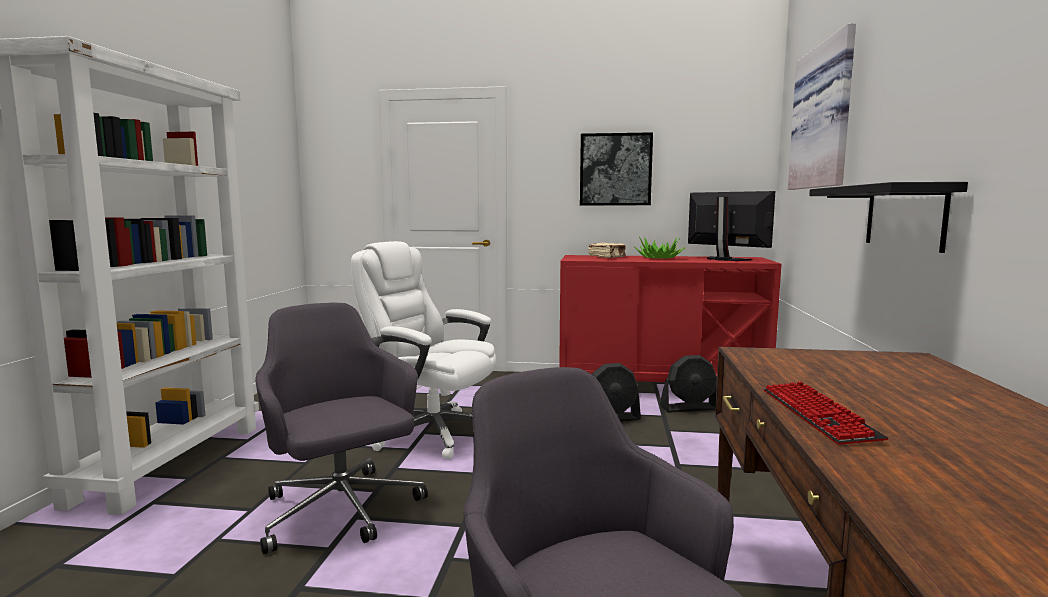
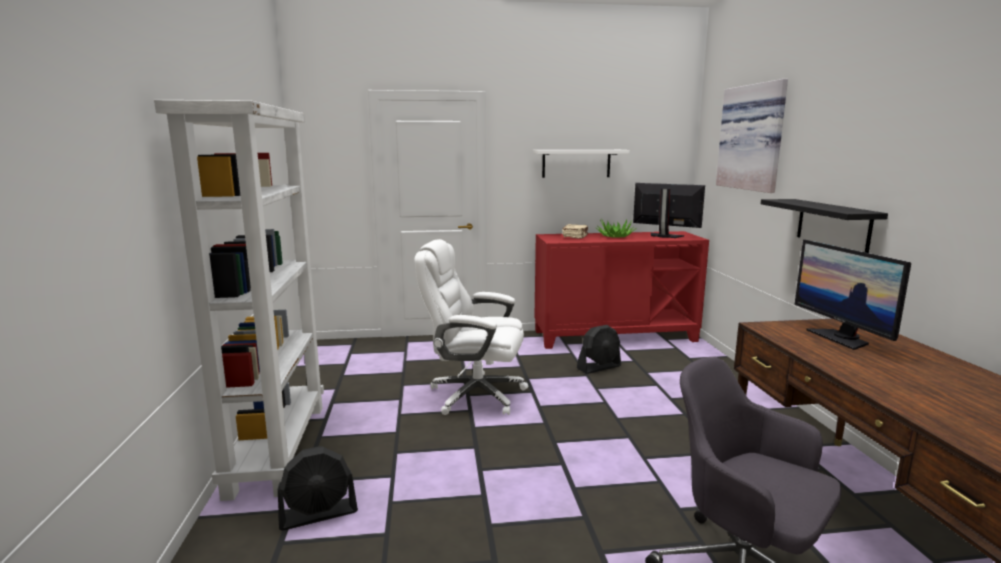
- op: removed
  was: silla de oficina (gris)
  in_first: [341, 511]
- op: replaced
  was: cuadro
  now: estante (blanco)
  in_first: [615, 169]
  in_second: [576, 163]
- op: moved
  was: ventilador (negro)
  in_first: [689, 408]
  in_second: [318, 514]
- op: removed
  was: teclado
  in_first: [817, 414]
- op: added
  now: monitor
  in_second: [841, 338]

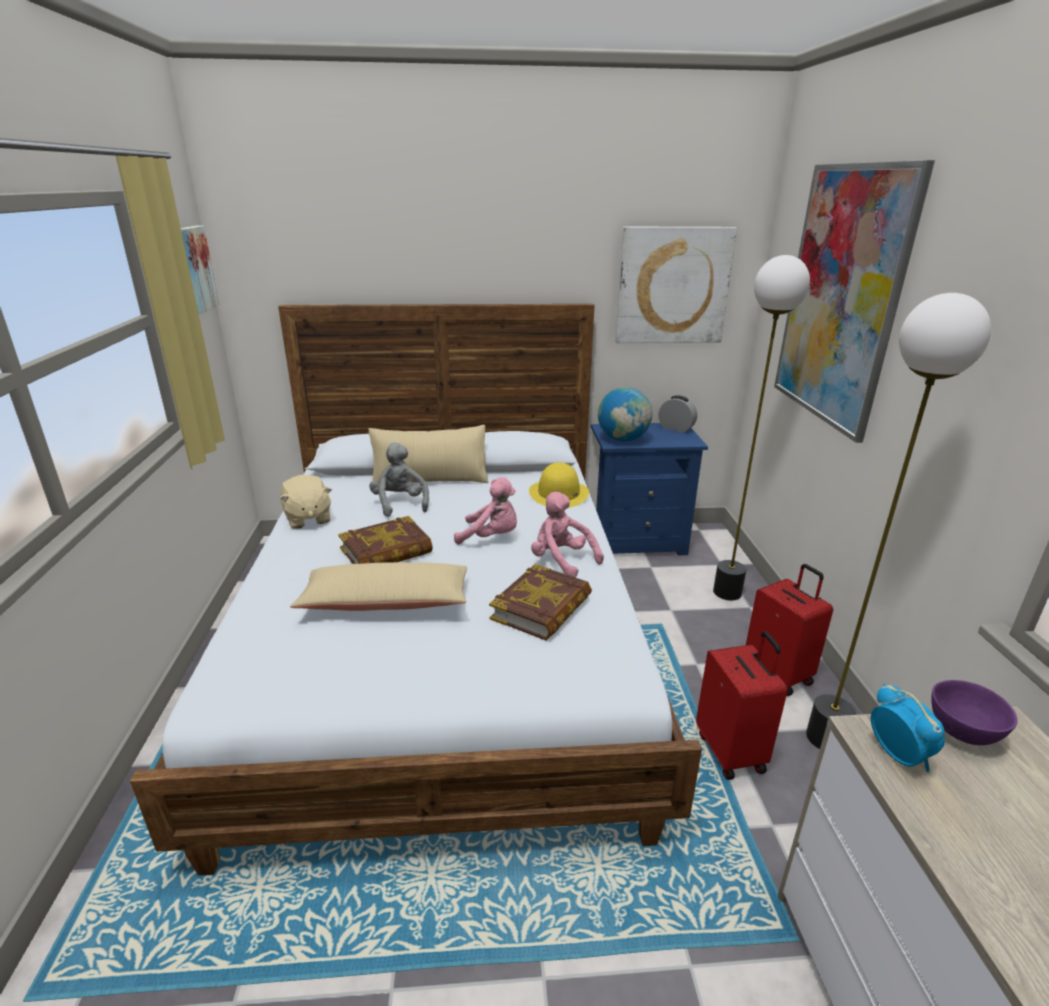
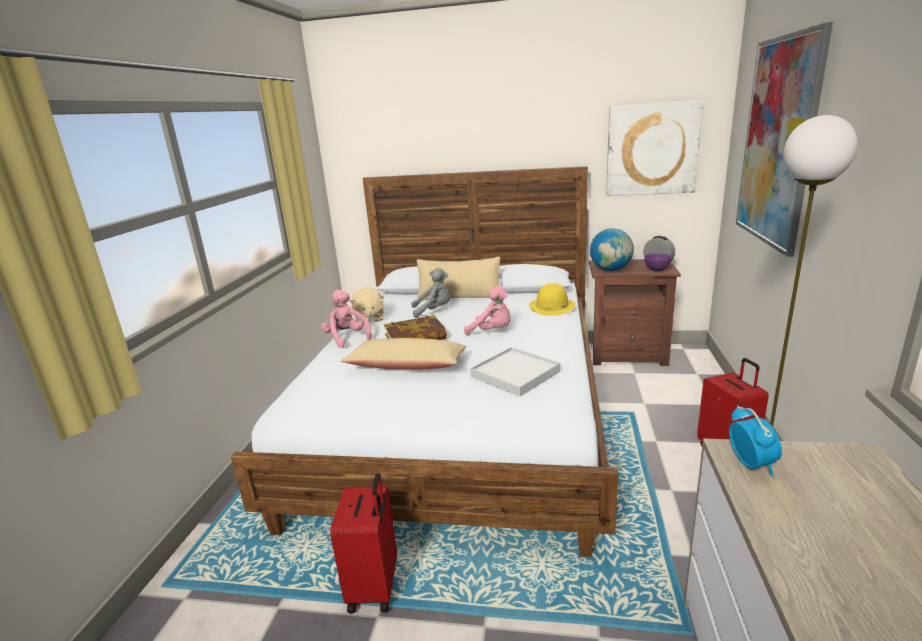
- op: removed
  was: cuadro
  in_first: [195, 269]
- op: turned
  was: peluche (gris)
  in_first: [400, 504]
  in_second: [433, 311]
  clockwise: 90
- op: replaced
  was: libro
  now: bandeja (blanco)
  in_first: [542, 608]
  in_second: [515, 374]
- op: moved
  was: peluche (rosa)
  in_first: [561, 561]
  in_second: [347, 338]
- op: recoloured
  was: mesita de noche (azul)
  now: mesita de noche (marrón)
  in_first: [637, 541]
  in_second: [627, 354]
- op: moved
  was: maleta (rojo)
  in_first: [731, 752]
  in_second: [375, 587]
- op: removed
  was: lámpara de pie
  in_first: [727, 592]
- op: moved
  was: cuenco (morado)
  in_first: [962, 734]
  in_second: [656, 270]

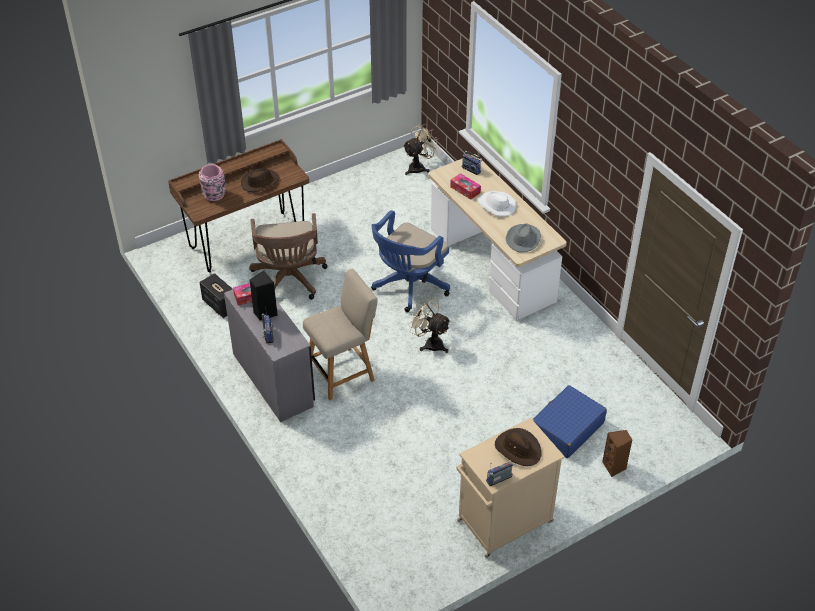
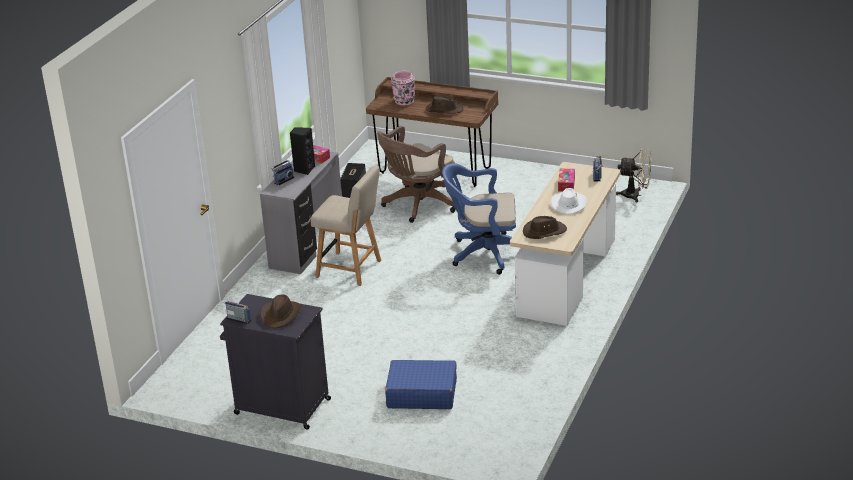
- op: removed
  was: ventilador (beis)
  in_first: [430, 343]
- op: recoloured
  was: armario (beis)
  now: armario (negro)
  in_first: [503, 522]
  in_second: [280, 406]
- op: recoloured
  was: sombrero (gris)
  now: sombrero (marrón)
  in_first: [523, 239]
  in_second: [544, 231]
- op: removed
  was: altavoz (marrón)
  in_first: [614, 467]

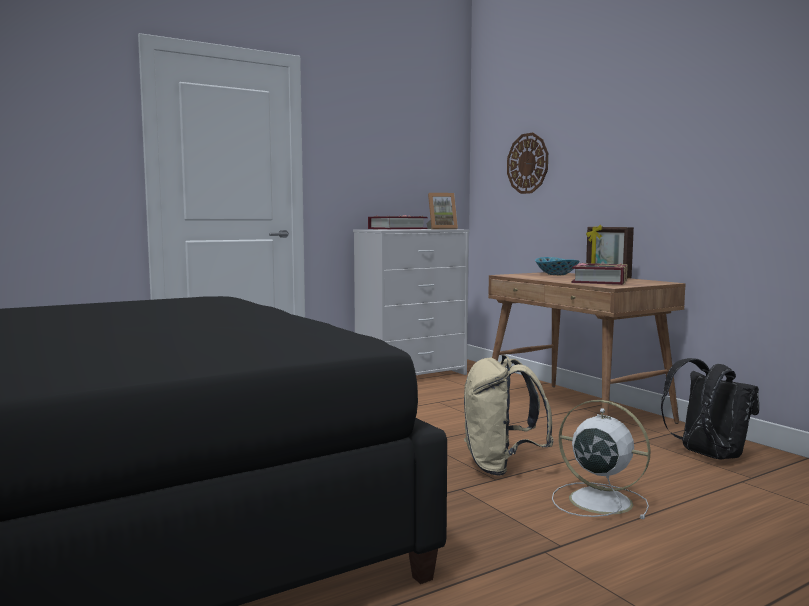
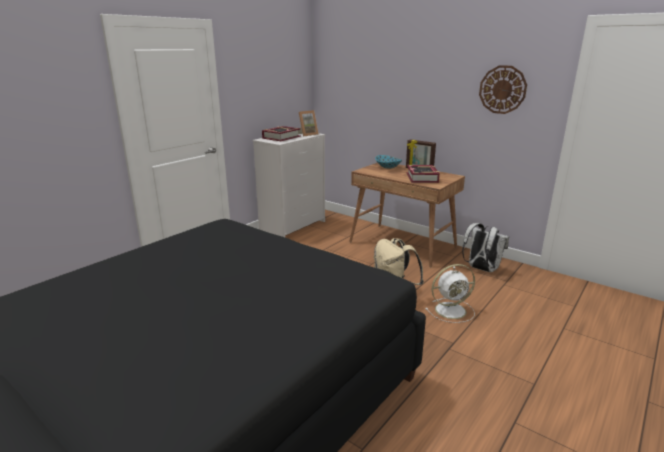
- op: moved
  was: reloj de pared
  in_first: [527, 163]
  in_second: [502, 89]
- op: turned
  was: ventilador (blanco)
  in_first: [597, 500]
  in_second: [451, 310]
  clockwise: 150
- op: recoloured
  was: mochila (negro)
  now: mochila (blanco)
  in_first: [707, 455]
  in_second: [481, 269]

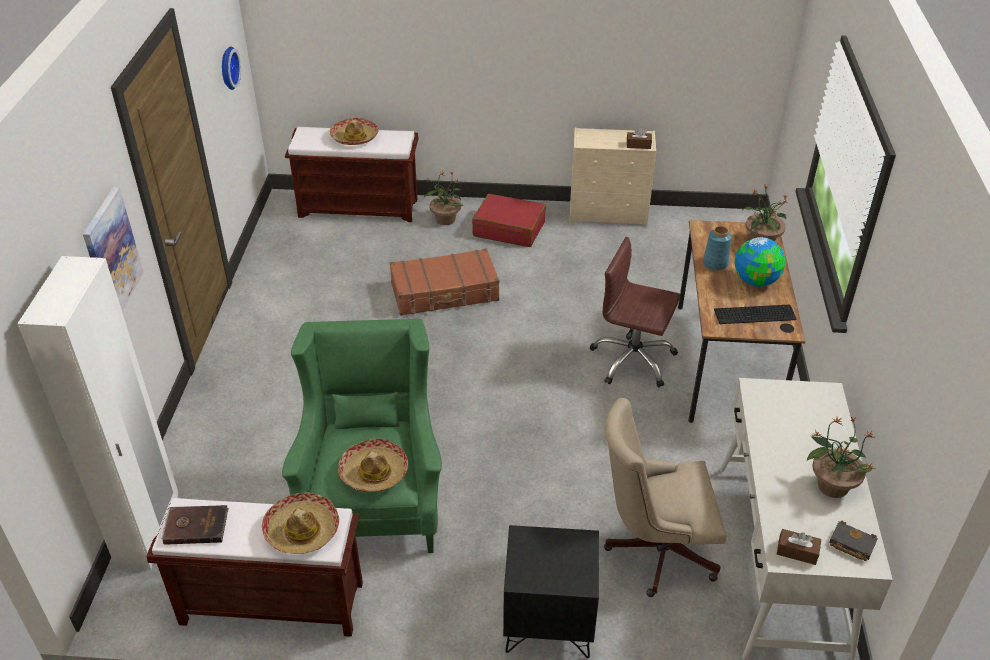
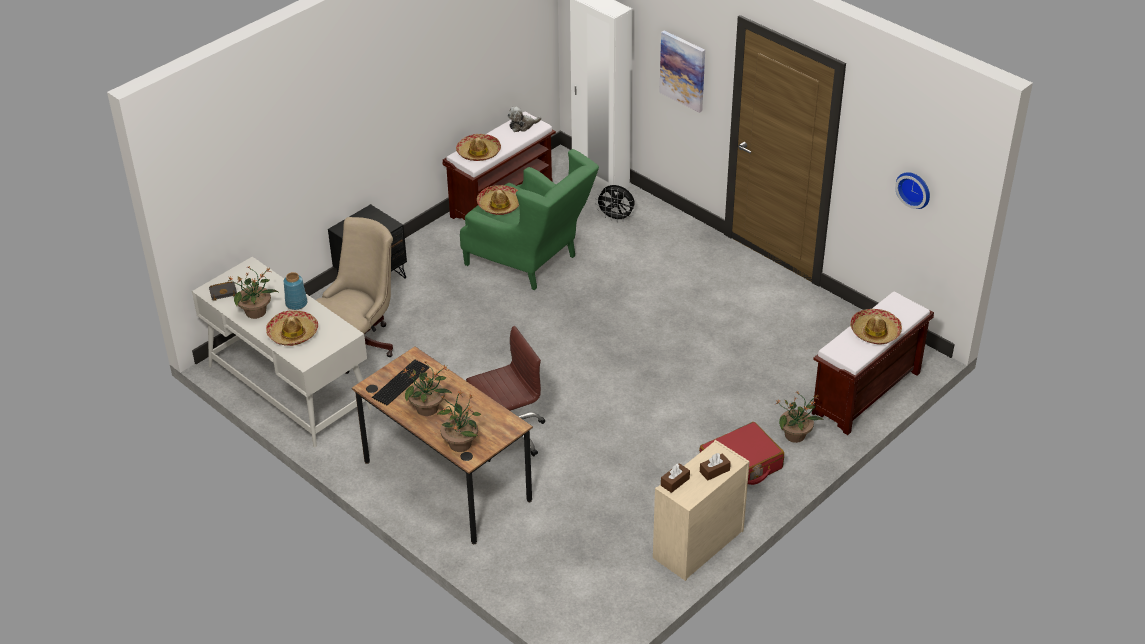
- op: replaced
  was: libro (marrón)
  now: peluche
  in_first: [196, 526]
  in_second: [522, 125]
- op: removed
  was: maleta (marrón)
  in_first: [445, 292]
- op: moved
  was: florero (azul)
  in_first: [714, 263]
  in_second: [297, 303]
- op: replaced
  was: globo terráqueo
  now: planta en maceta
  in_first: [756, 281]
  in_second: [428, 408]
- op: moved
  was: caja de pañuelos (marrón)
  in_first: [797, 552]
  in_second: [714, 471]
- op: added
  now: sombrero
  in_second: [293, 333]
- op: added
  now: ventilador (negro)
  in_second: [616, 218]

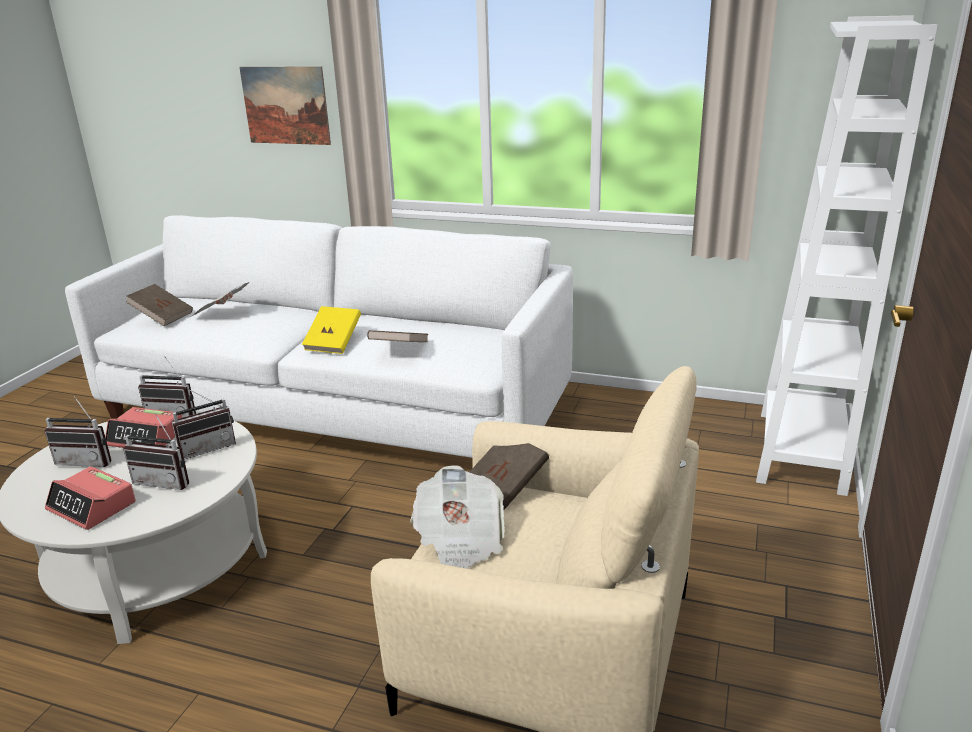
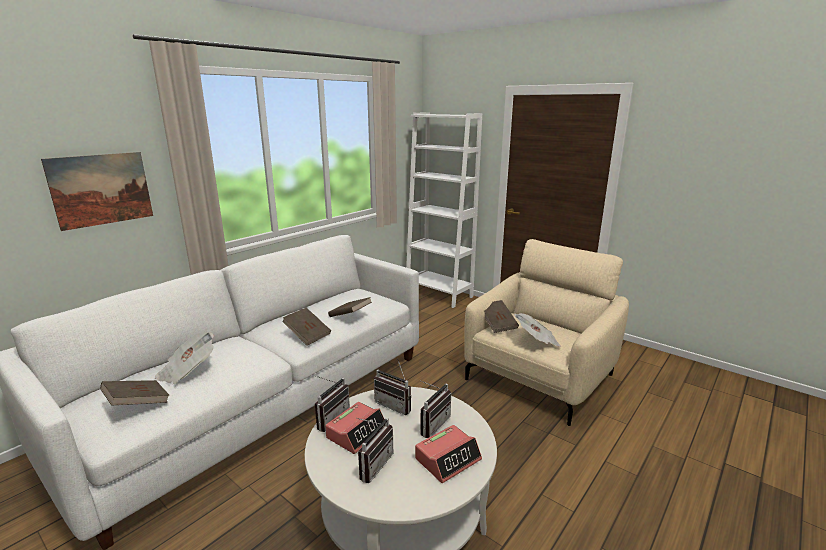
- op: turned
  was: radio
  in_first: [207, 447]
  in_second: [395, 405]
  clockwise: 135
- op: recoloured
  was: libro (amarillo)
  now: libro (marrón)
  in_first: [334, 343]
  in_second: [307, 335]

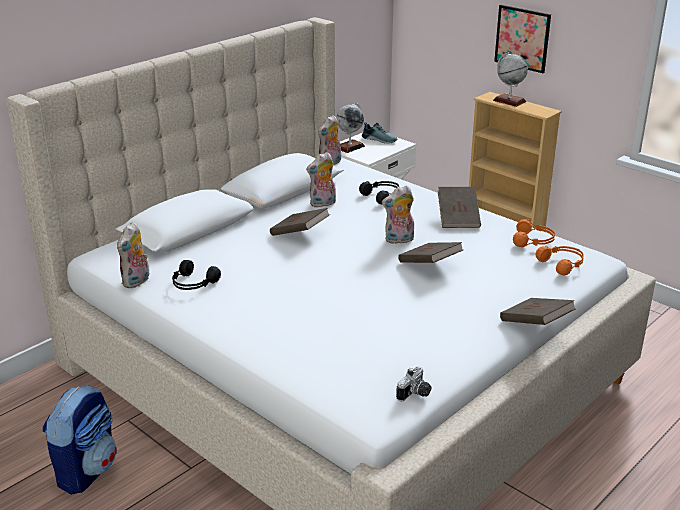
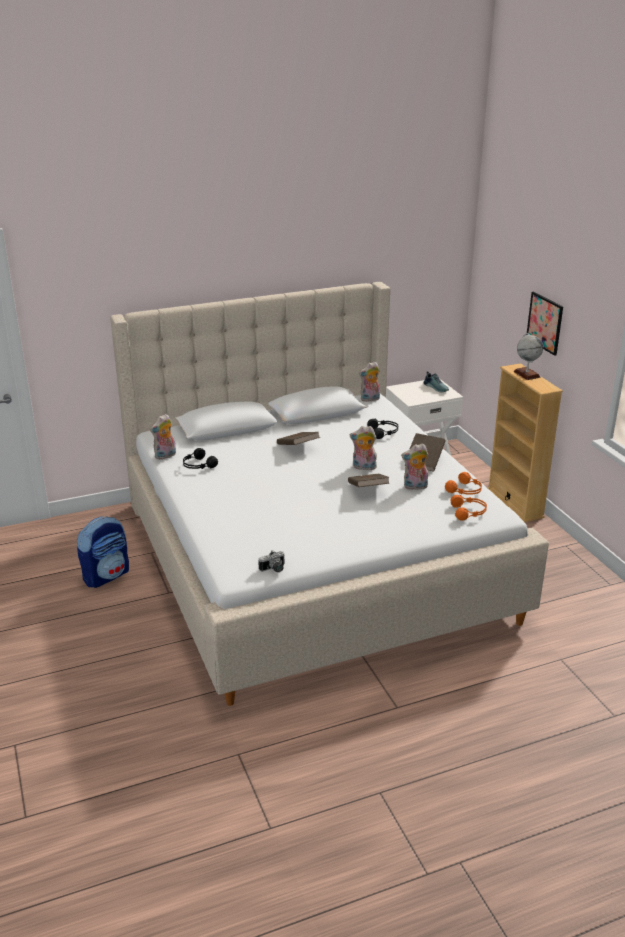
- op: moved
  was: peluche
  in_first: [323, 204]
  in_second: [415, 487]
- op: removed
  was: globo terráqueo
  in_first: [350, 147]
- op: removed
  was: libro (marrón)
  in_first: [535, 324]

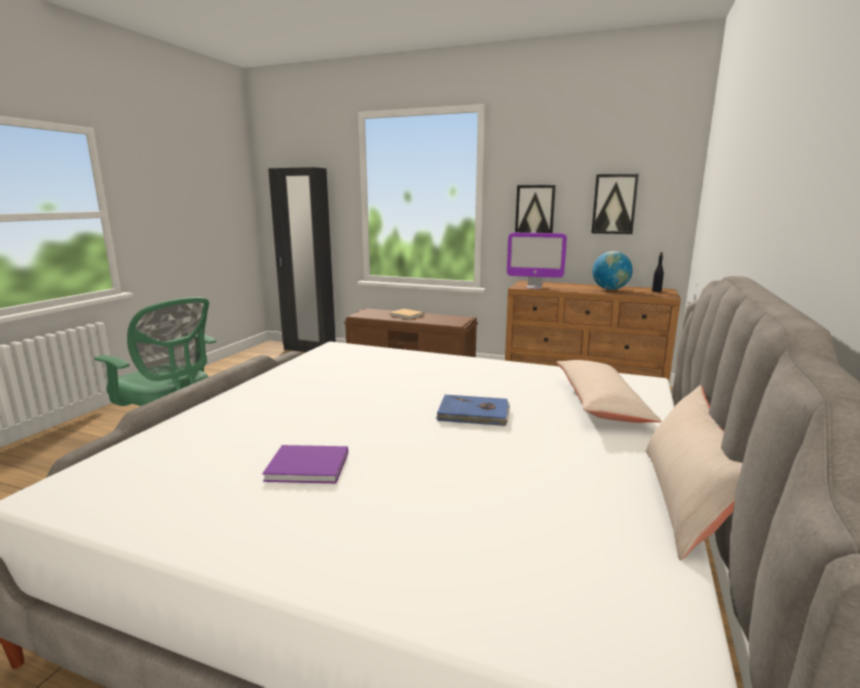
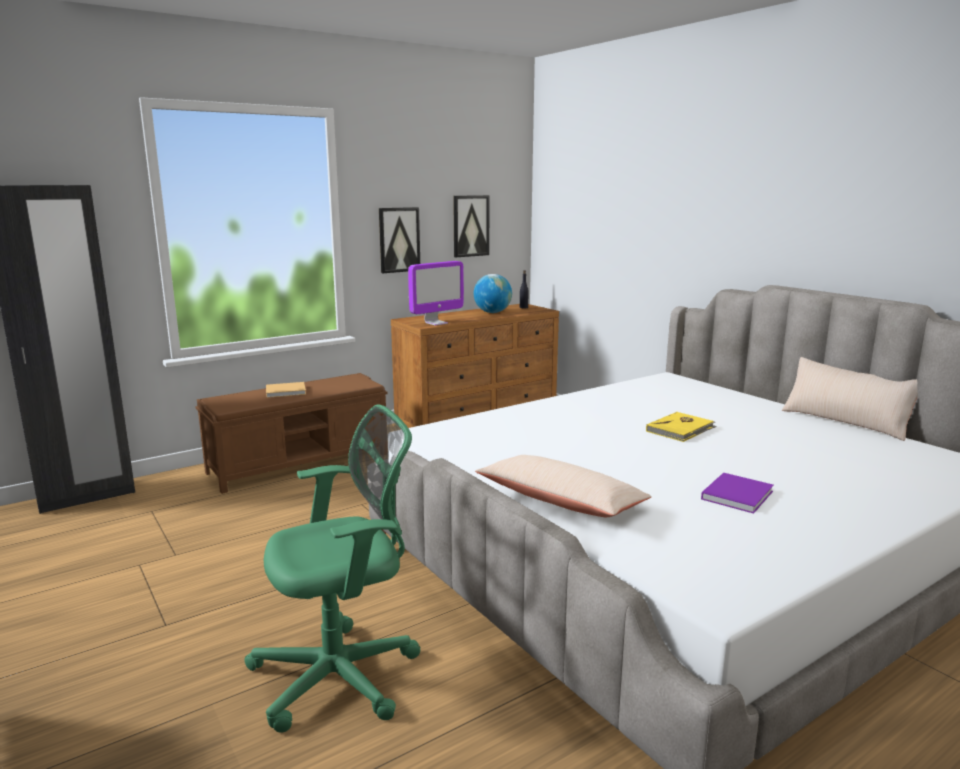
- op: recoloured
  was: libro (azul)
  now: libro (amarillo)
  in_first: [474, 414]
  in_second: [681, 430]
- op: moved
  was: cojín (beis)
  in_first: [600, 403]
  in_second: [560, 501]

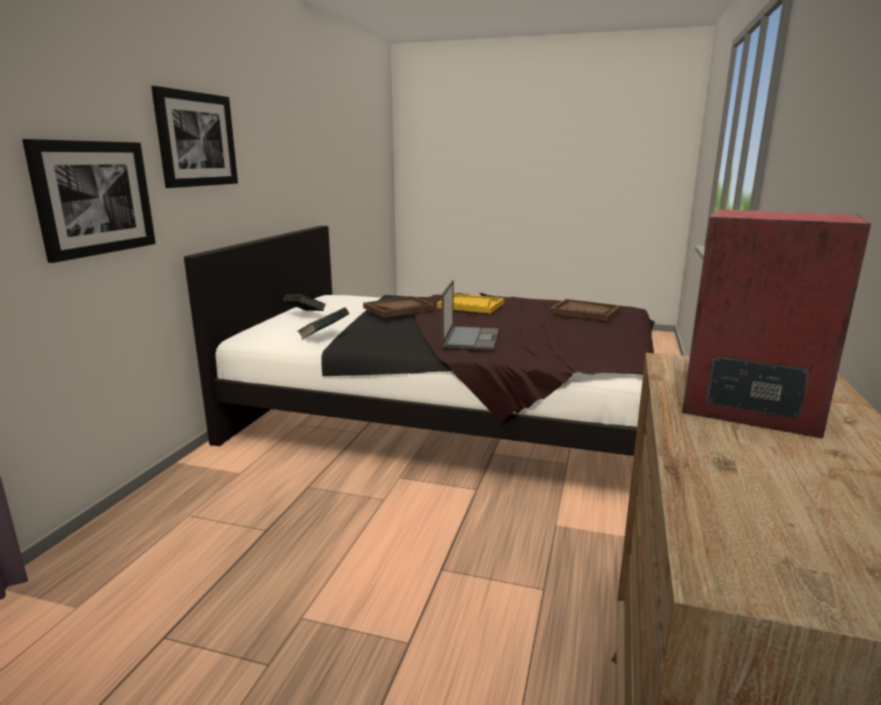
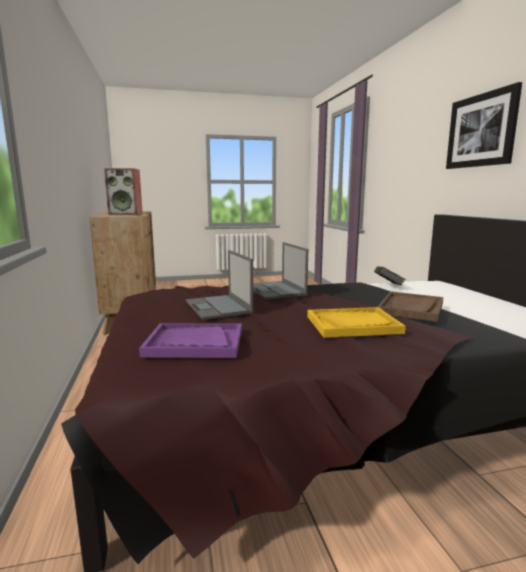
- op: removed
  was: cuadro
  in_first: [94, 198]
- op: removed
  was: libro
  in_first: [305, 315]
- op: recoloured
  was: bandeja (marrón)
  now: bandeja (morado)
  in_first: [585, 312]
  in_second: [194, 343]
- op: added
  now: portátil
  in_second: [218, 307]

